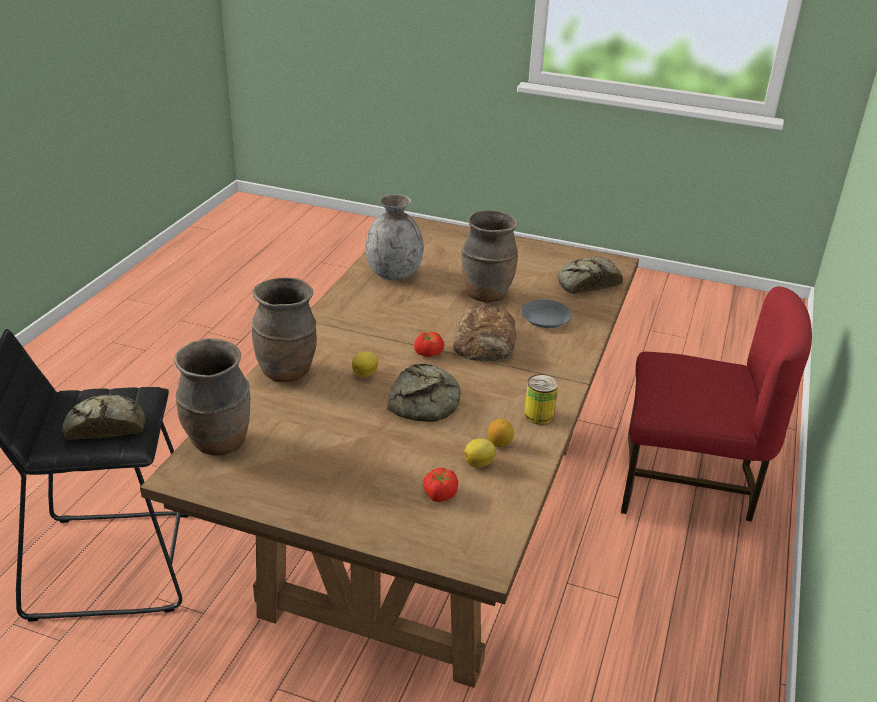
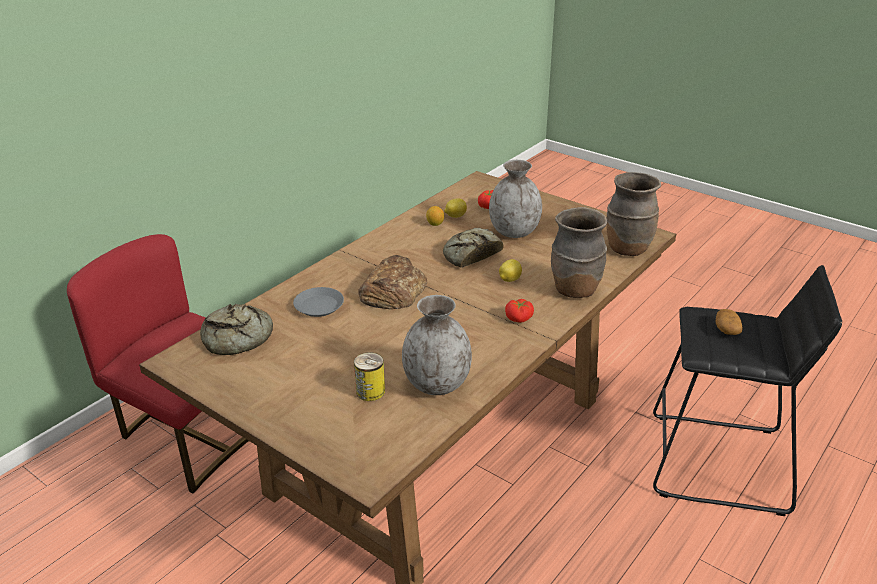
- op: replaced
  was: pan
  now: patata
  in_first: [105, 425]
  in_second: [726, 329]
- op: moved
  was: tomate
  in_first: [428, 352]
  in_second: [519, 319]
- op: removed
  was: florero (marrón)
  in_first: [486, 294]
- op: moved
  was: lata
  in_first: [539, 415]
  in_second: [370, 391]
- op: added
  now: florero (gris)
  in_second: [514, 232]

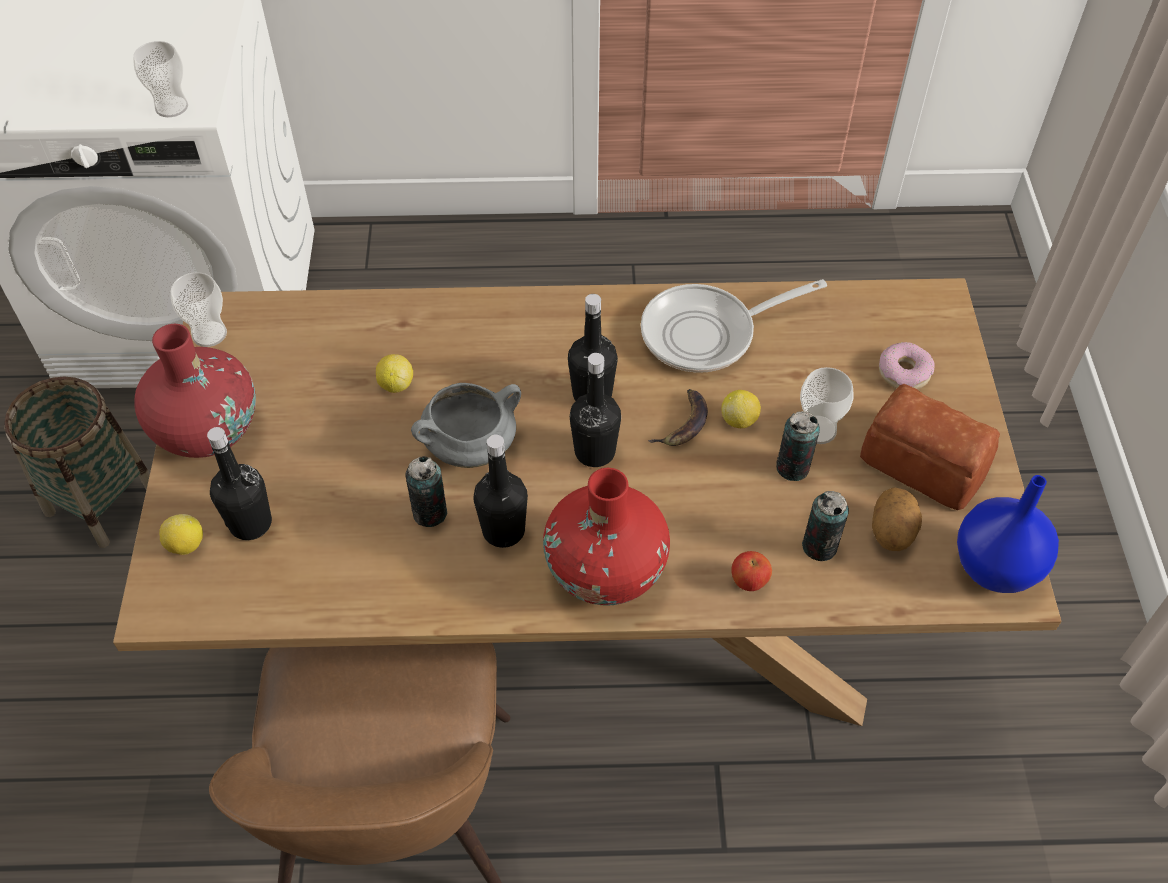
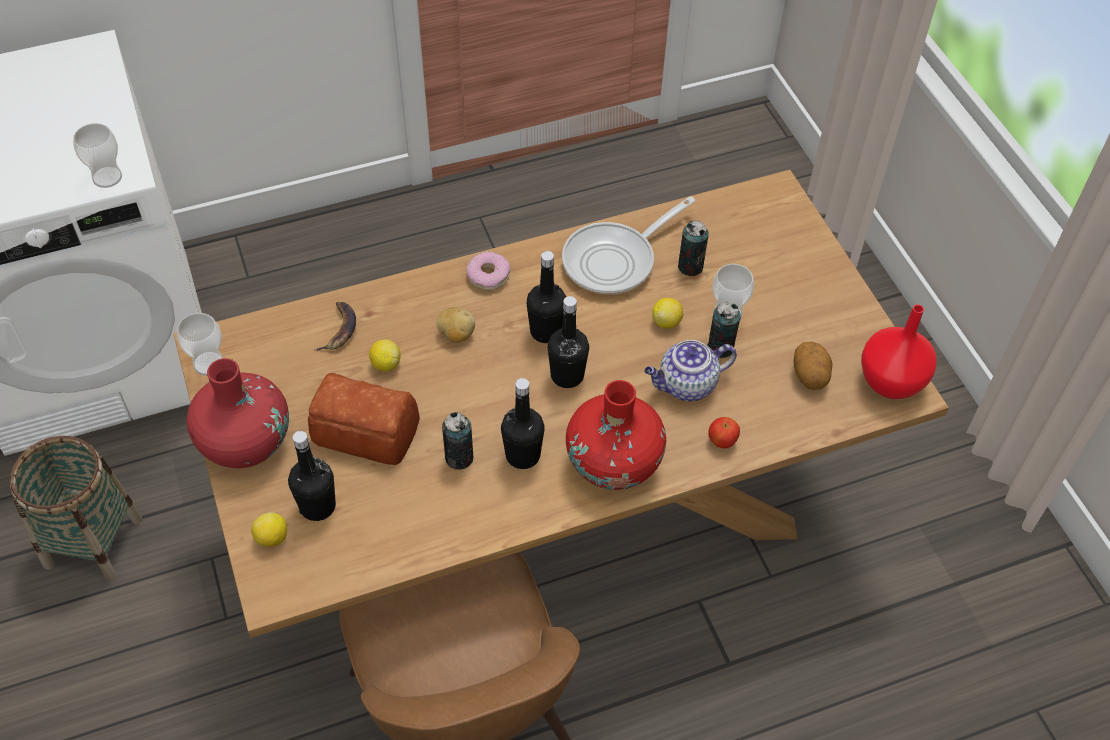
- op: removed
  was: olla (gris)
  in_first: [471, 447]
- op: moved
  was: plátano
  in_first: [683, 423]
  in_second: [339, 329]
- op: moved
  was: lata
  in_first: [819, 546]
  in_second: [690, 267]
- op: moved
  was: pan
  in_first: [926, 464]
  in_second: [367, 432]
- op: moved
  was: rosquilla
  in_first: [904, 372]
  in_second: [488, 276]
- op: recoloured
  was: florero (azul)
  now: florero (rojo)
  in_first: [996, 567]
  in_second: [891, 381]
- op: added
  now: patata
  in_second: [456, 334]
- op: added
  now: tetera
  in_second: [686, 385]

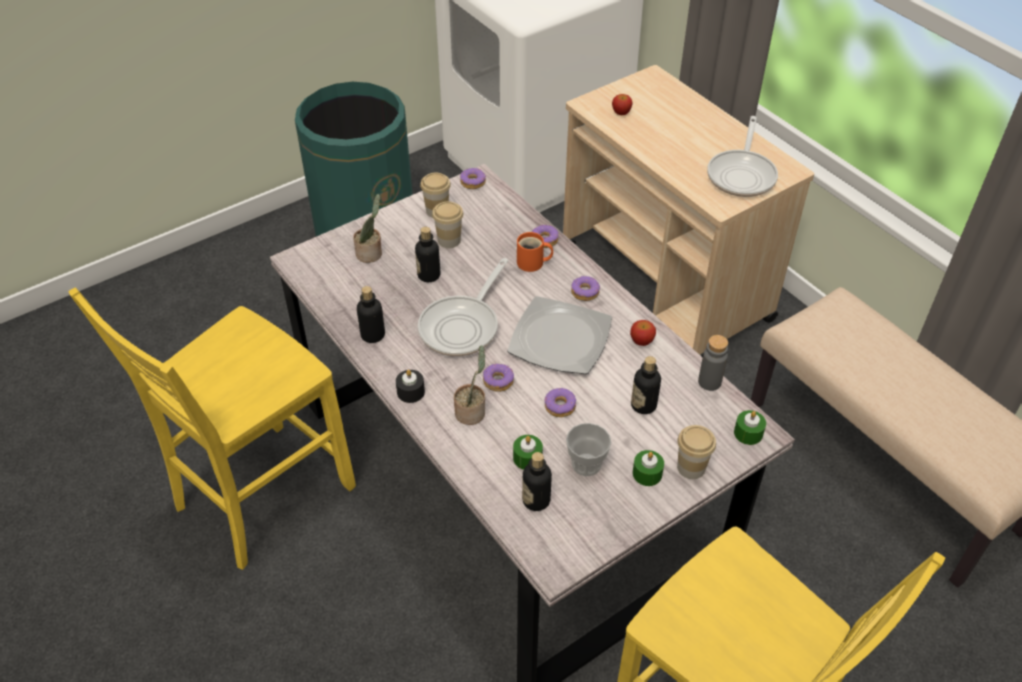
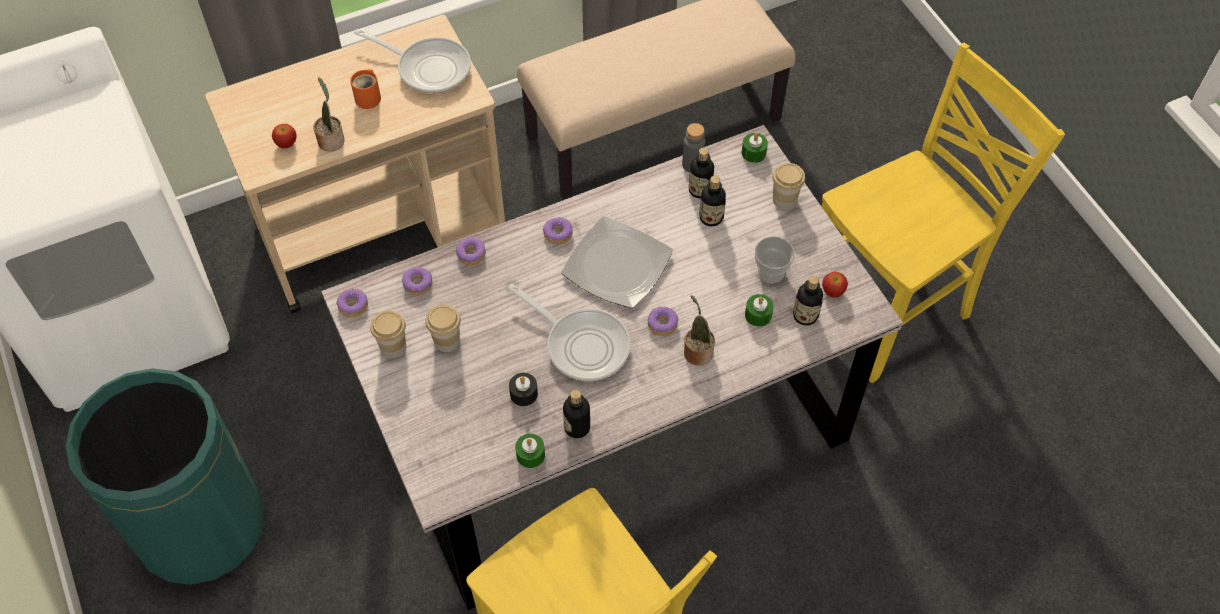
- op: moved
  was: planta en maceta
  in_first: [371, 253]
  in_second: [331, 139]
- op: moved
  was: vela (negro)
  in_first: [410, 392]
  in_second: [523, 393]
- op: moved
  was: botella
  in_first: [429, 275]
  in_second: [700, 190]
- op: moved
  was: taza grande (naranja)
  in_first: [532, 263]
  in_second: [369, 97]
- op: moved
  was: rosquilla
  in_first: [560, 406]
  in_second: [418, 284]
- op: moved
  was: manzana
  in_first: [641, 341]
  in_second: [833, 291]
- op: moved
  was: vela (verde)
  in_first: [647, 473]
  in_second: [530, 455]

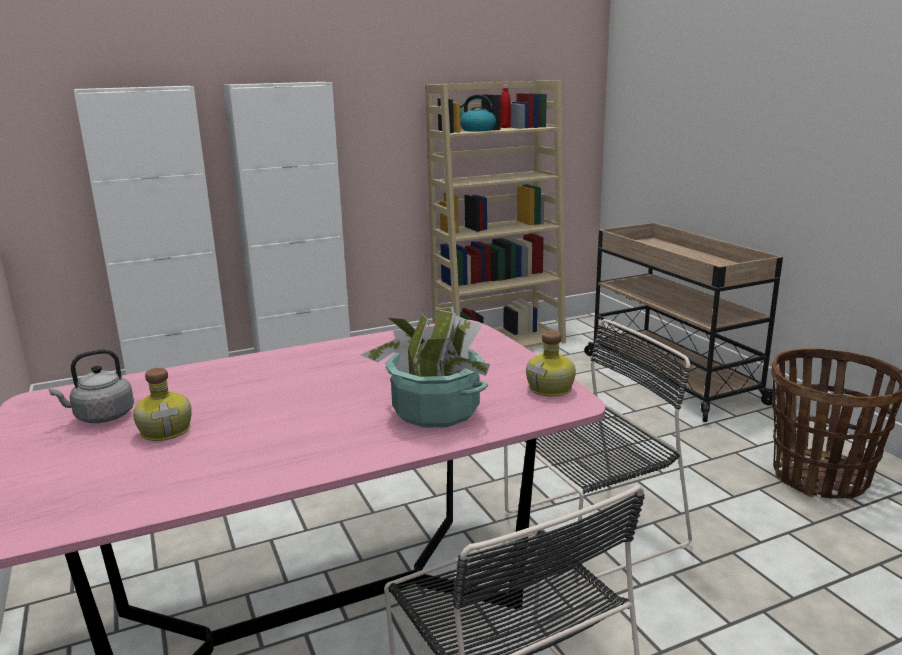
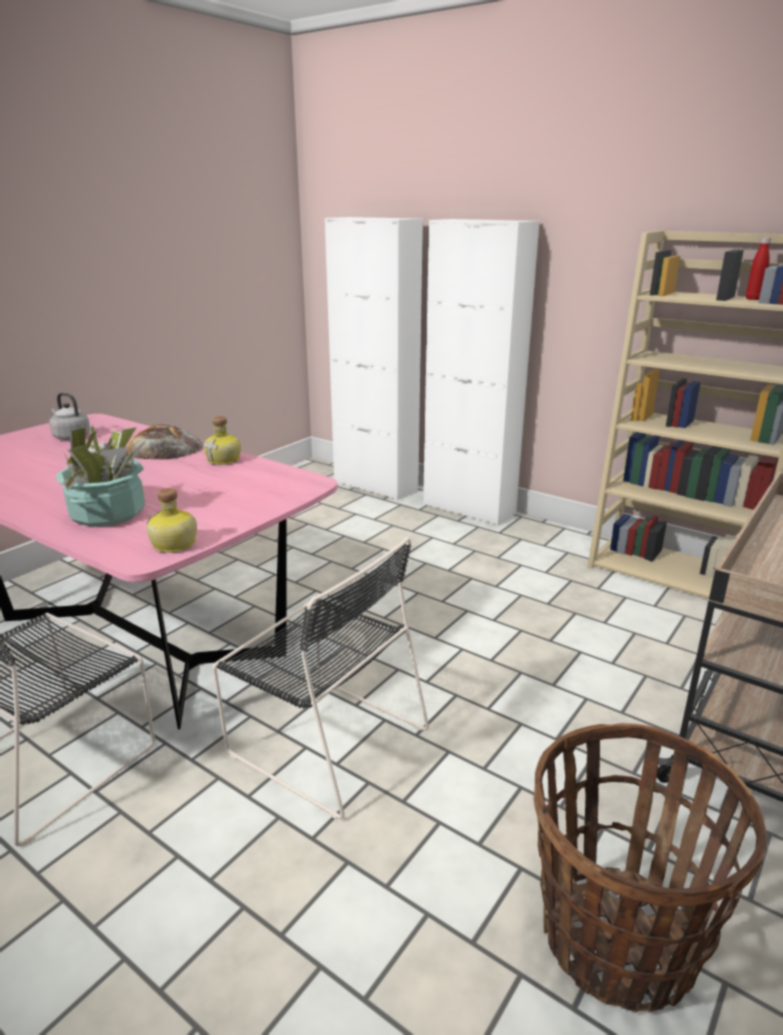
- op: moved
  was: botella
  in_first: [167, 430]
  in_second: [225, 460]
- op: removed
  was: hervidor
  in_first: [477, 130]
- op: added
  now: pan
  in_second: [164, 449]

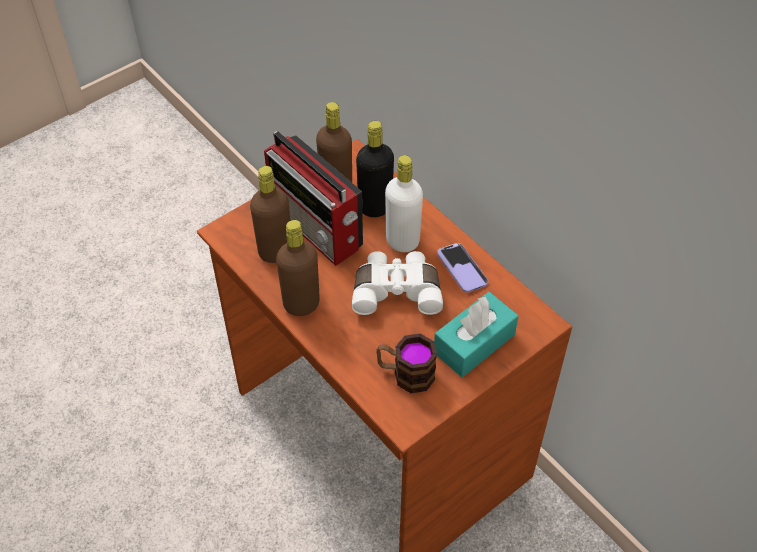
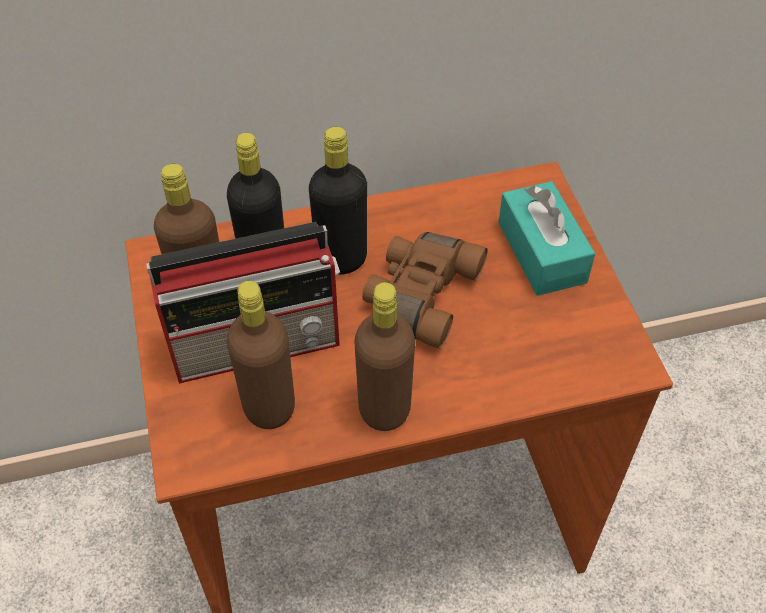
- op: recoloured
  was: prismáticos (blanco)
  now: prismáticos (marrón)
  in_first: [396, 290]
  in_second: [420, 295]
- op: removed
  was: taza grande
  in_first: [405, 374]
- op: recoloured
  was: botella (blanco)
  now: botella (negro)
  in_first: [402, 241]
  in_second: [341, 259]
- op: removed
  was: móvil
  in_first: [462, 269]

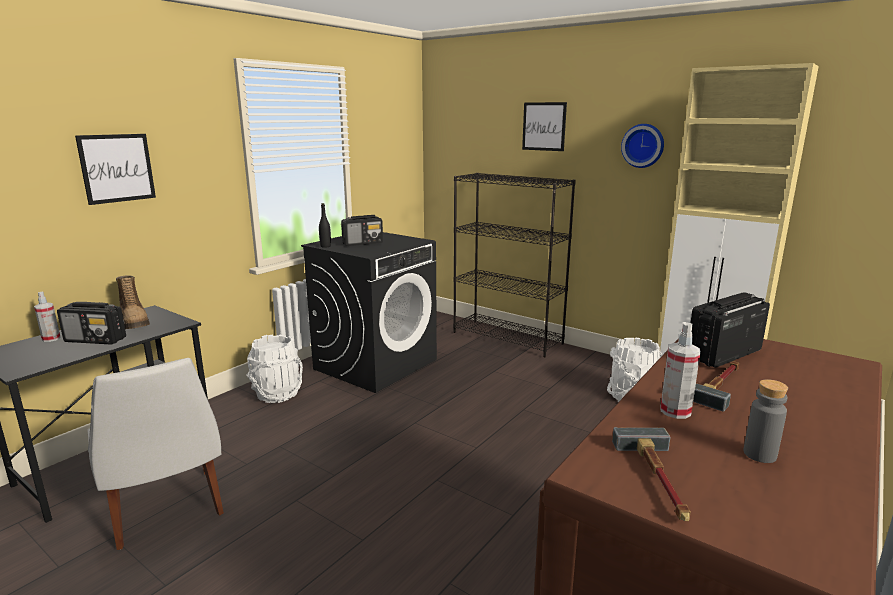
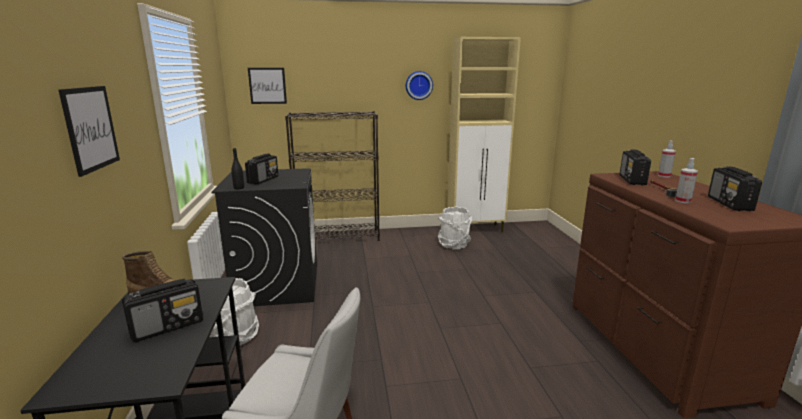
- op: moved
  was: pulverizador
  in_first: [51, 339]
  in_second: [664, 176]
- op: moved
  was: cuadro
  in_first: [544, 126]
  in_second: [267, 85]
- op: removed
  was: martillo
  in_first: [658, 480]
- op: replaced
  was: botella (gris)
  now: radio
  in_first: [759, 454]
  in_second: [729, 204]

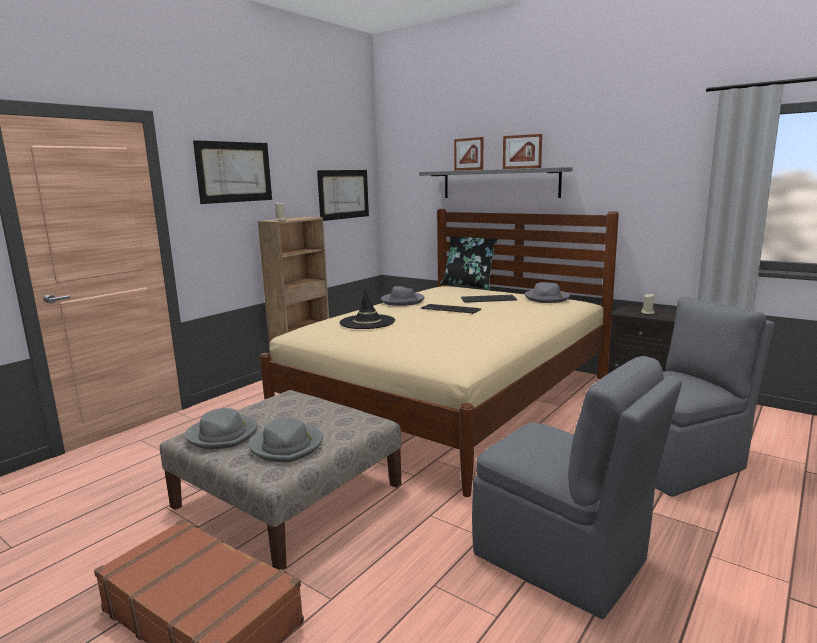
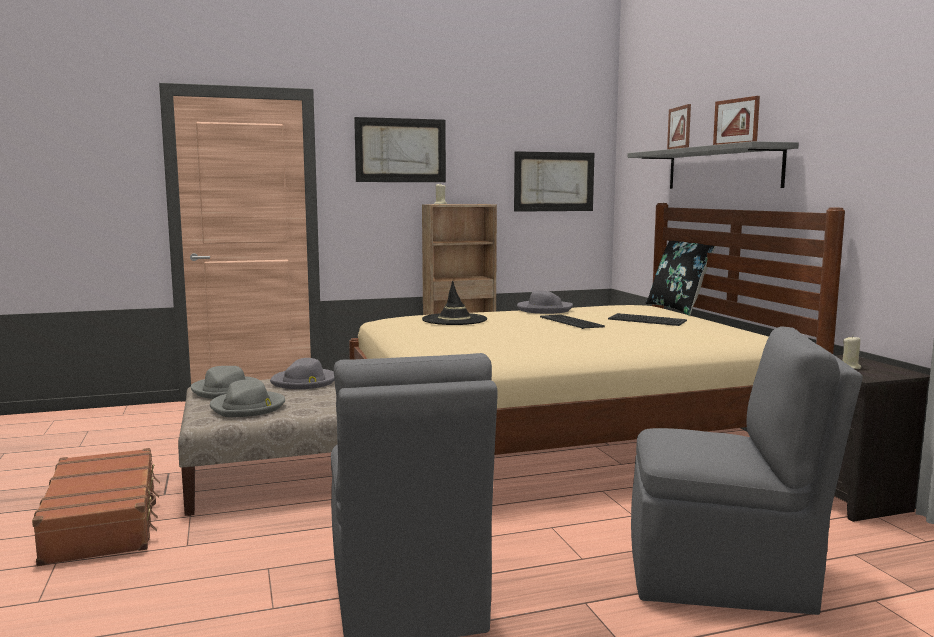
- op: moved
  was: sombrero (gris)
  in_first: [547, 298]
  in_second: [304, 382]

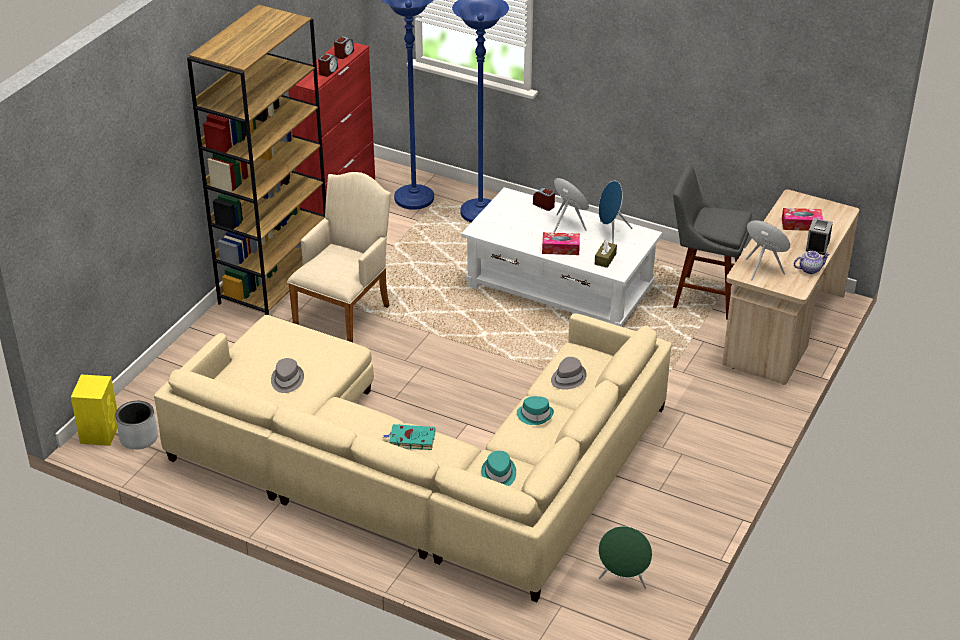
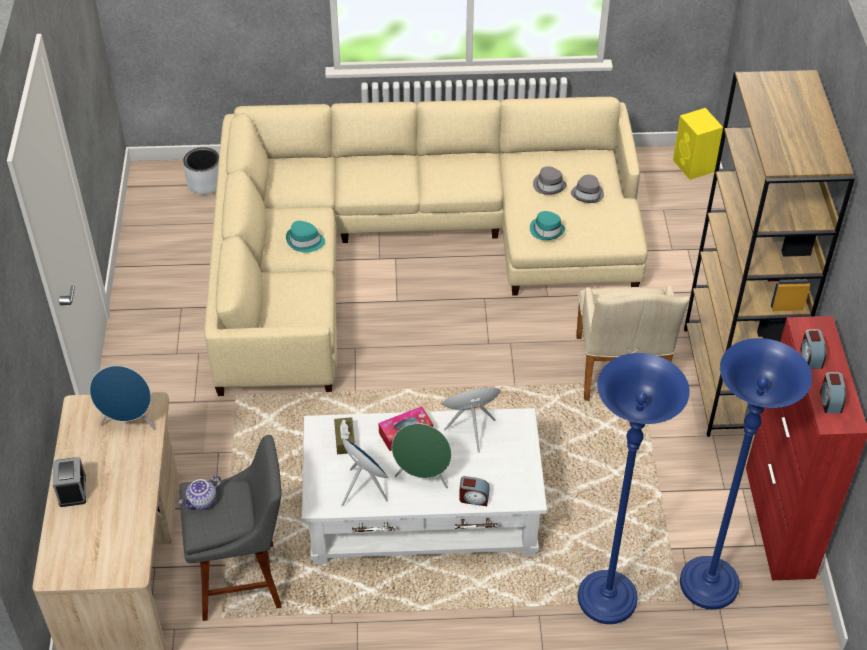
- op: moved
  was: maceta (gris)
  in_first: [138, 438]
  in_second: [205, 183]
- op: removed
  was: libro (turquesa)
  in_first: [410, 439]
- op: moved
  was: sombrero (turquesa)
  in_first: [498, 474]
  in_second: [547, 230]
- op: moved
  was: sombrero (gris)
  in_first: [567, 378]
  in_second: [588, 194]
- op: moved
  was: altavoz (verde)
  in_first: [623, 580]
  in_second: [471, 430]
- op: removed
  was: caja de pañuelos
  in_first: [801, 224]
- op: moved
  was: tetera
  in_first: [810, 269]
  in_second: [202, 502]

